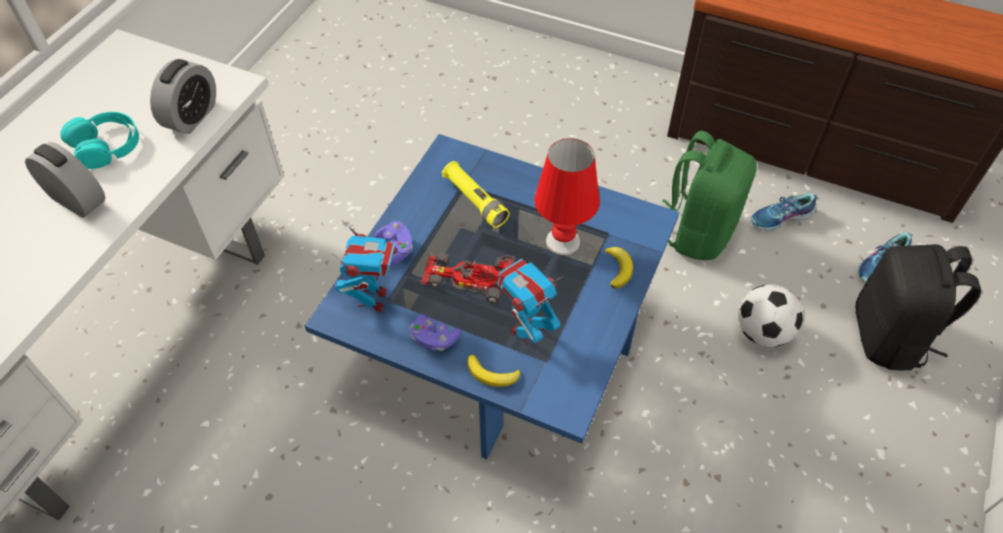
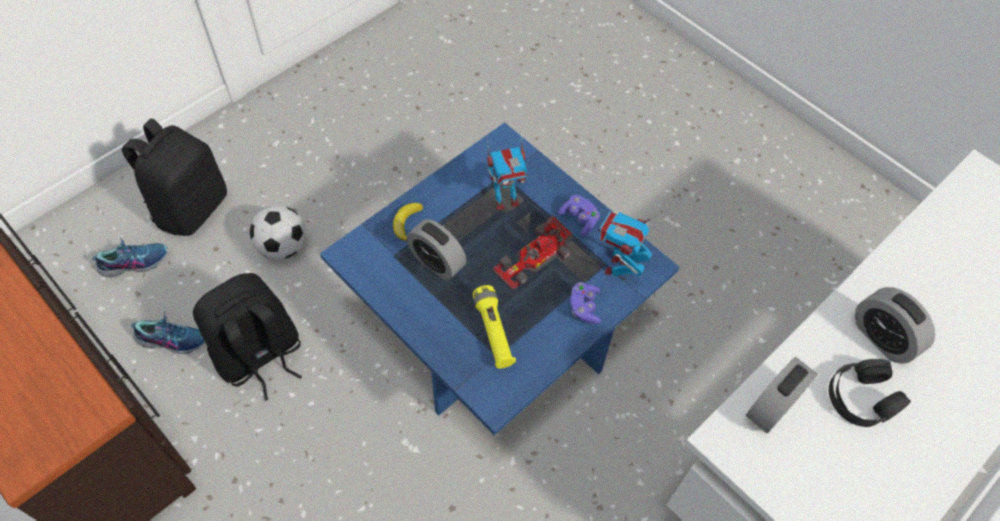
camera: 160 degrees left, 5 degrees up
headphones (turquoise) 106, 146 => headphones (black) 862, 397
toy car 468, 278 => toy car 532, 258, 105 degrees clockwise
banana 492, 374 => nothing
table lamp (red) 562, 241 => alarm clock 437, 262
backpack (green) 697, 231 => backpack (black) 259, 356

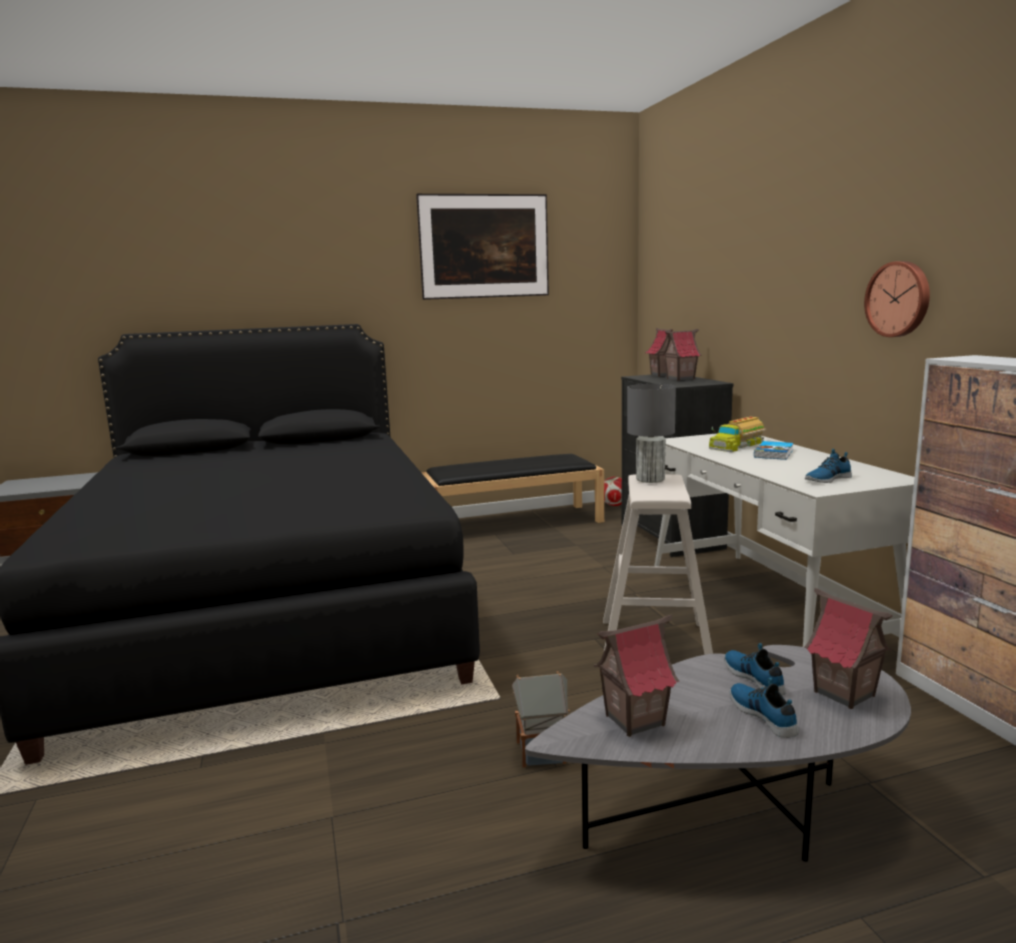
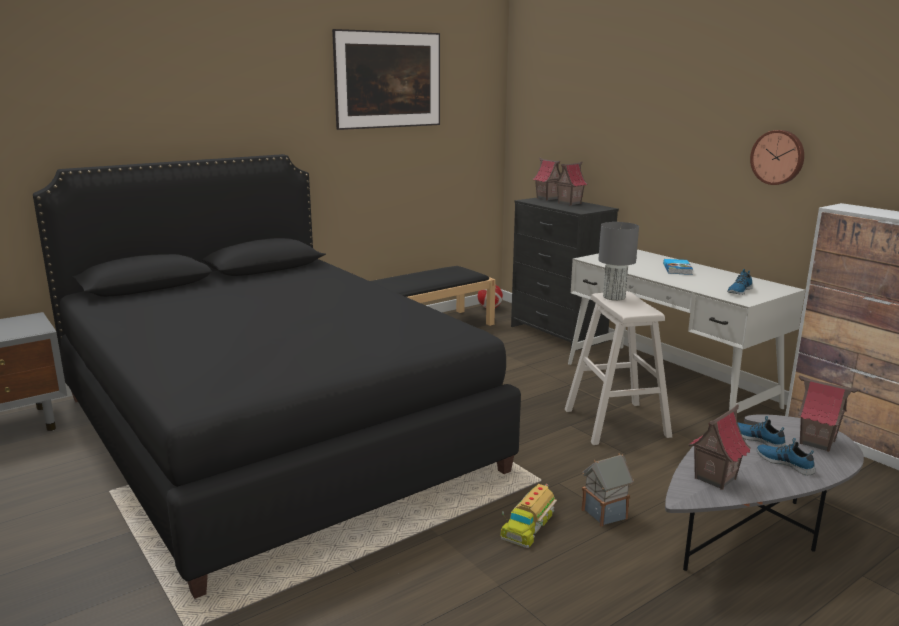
camera: 20 degrees left, 5 degrees up
toy truck 737, 445 => toy truck 528, 524, shifted

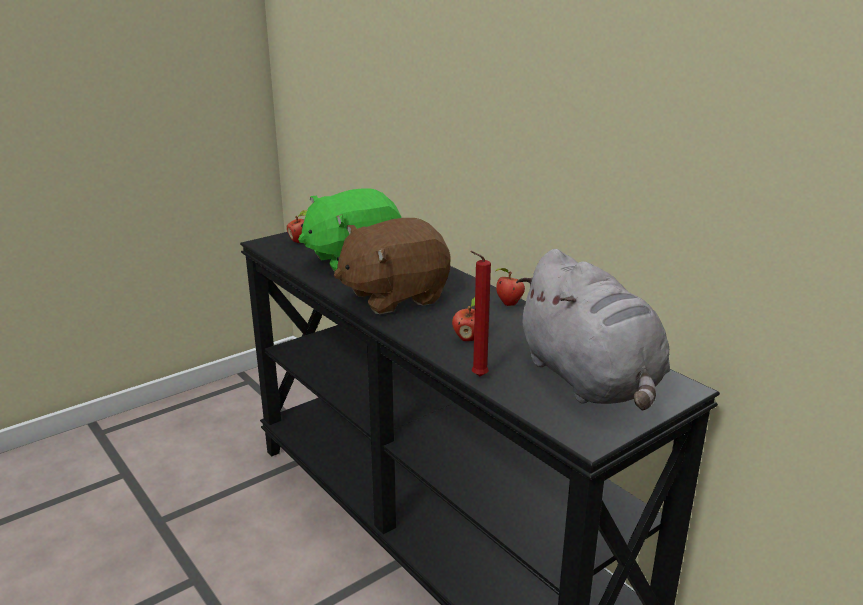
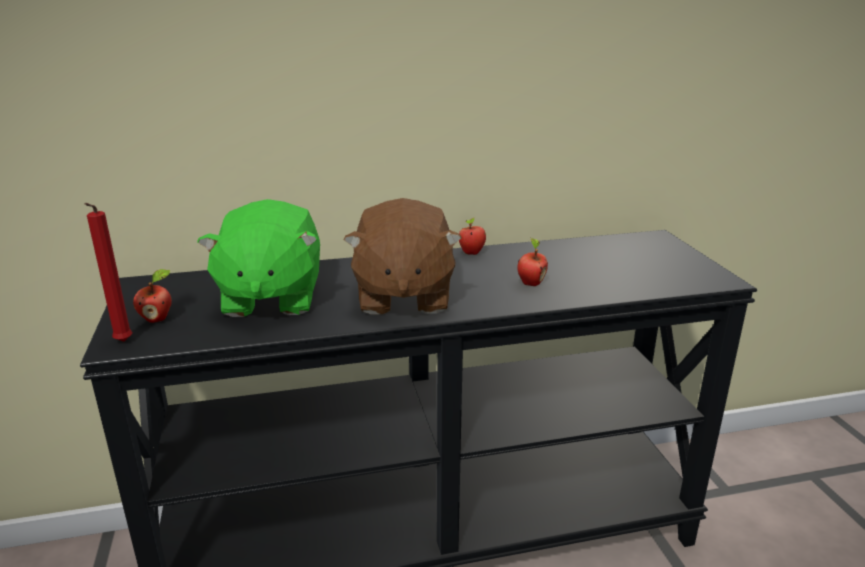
camera: 65 degrees left, 0 degrees up
candle (red) 477, 377 => candle (red) 122, 343, shifted
plush toy (grey) 590, 381 => nothing

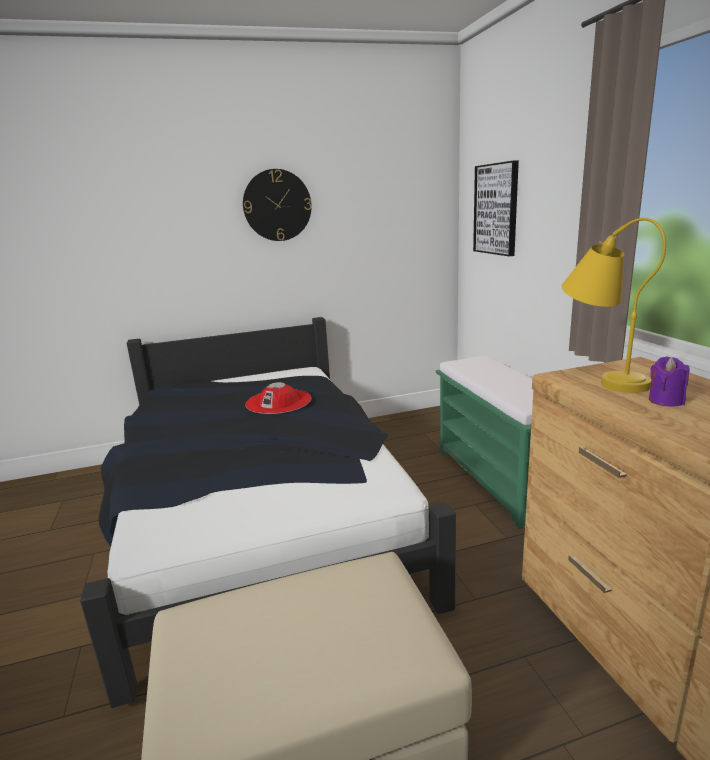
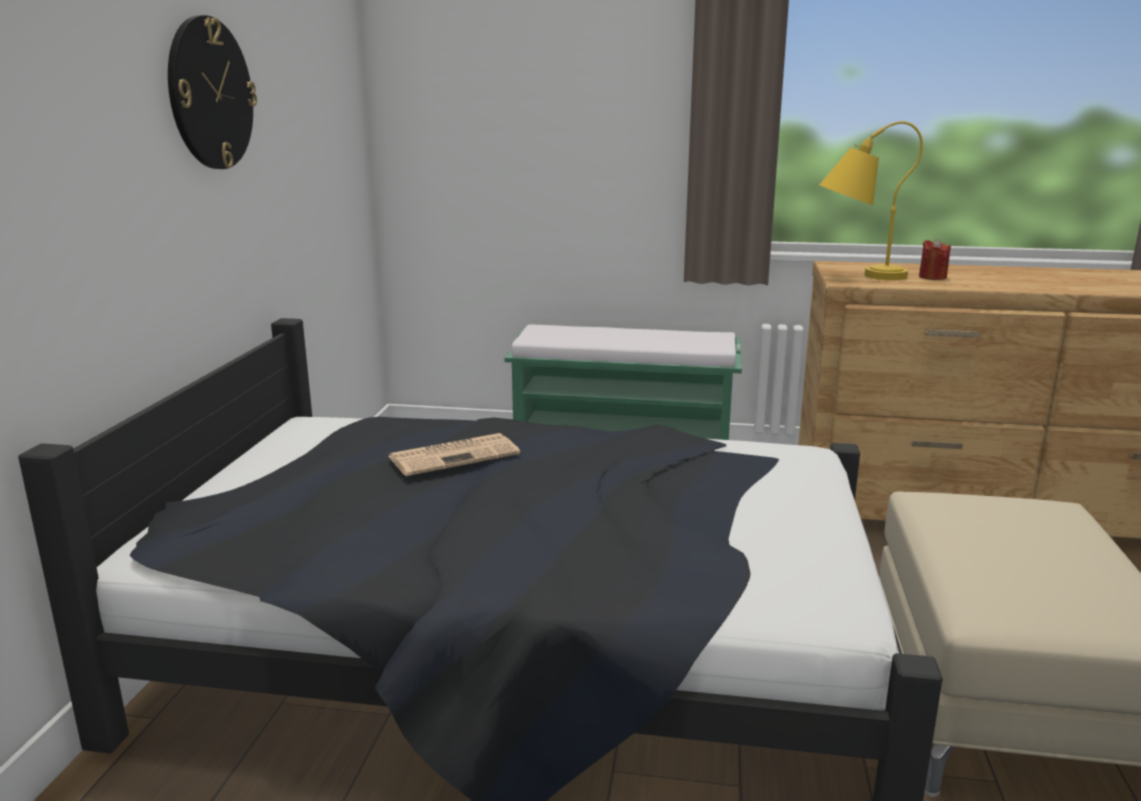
camera: 65 degrees left, 0 degrees up
hat (red) 278, 402 => newspaper 455, 455
picture 496, 209 => nothing
candle (purple) 665, 401 => candle (red) 932, 277

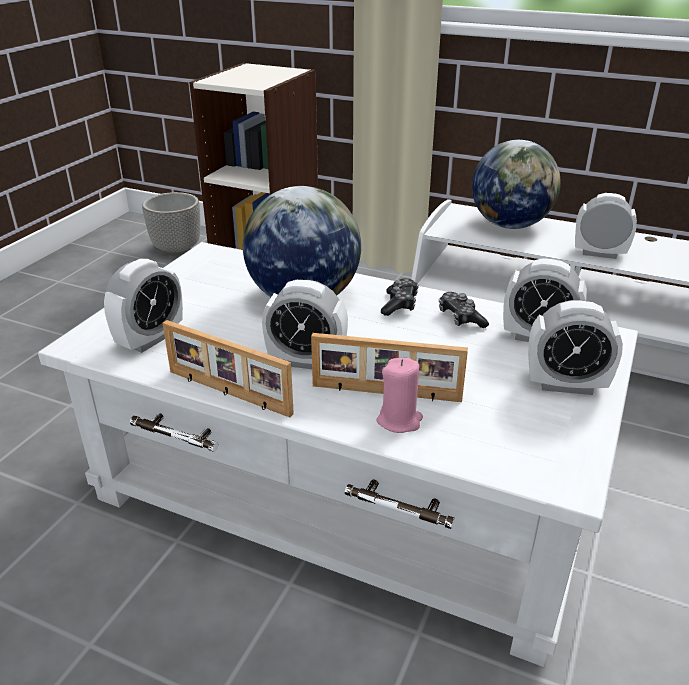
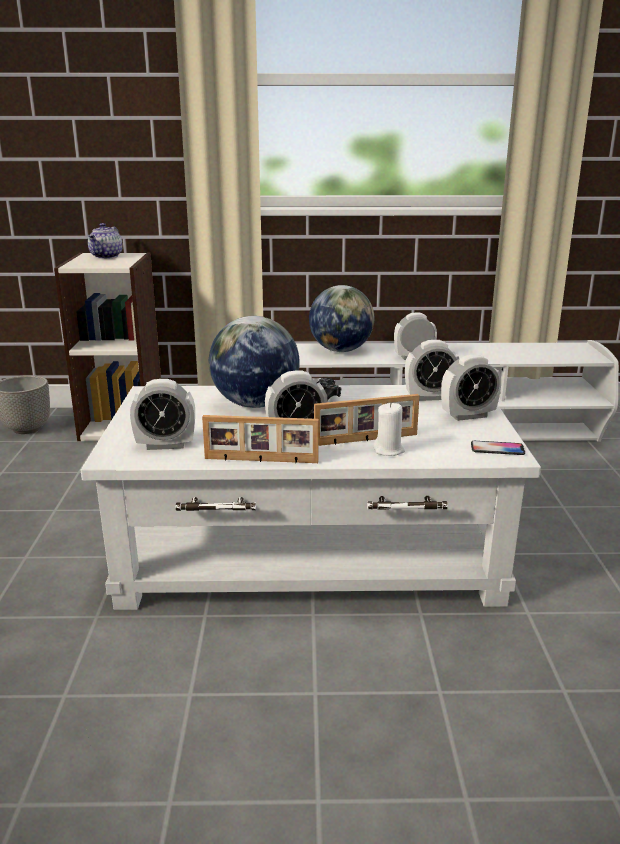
camera: 25 degrees left, 10 degrees down
alarm clock 150, 339 => alarm clock 165, 445, 75 degrees clockwise
candle (pink) 399, 420 => candle (white) 389, 450
game controller 460, 318 => nothing
nothing => teapot 106, 256
nothing => phone 497, 449

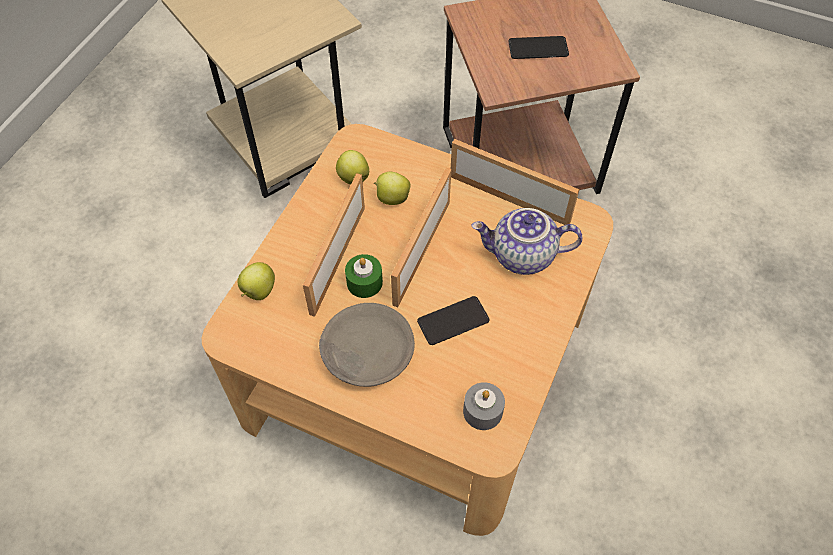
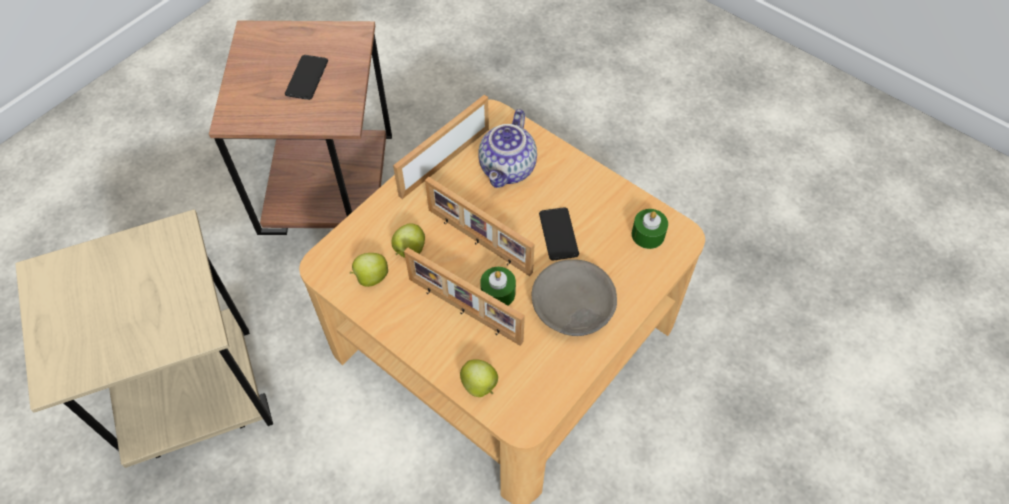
camera: 75 degrees left, 0 degrees up
candle (grey) 482, 411 => candle (green) 648, 234

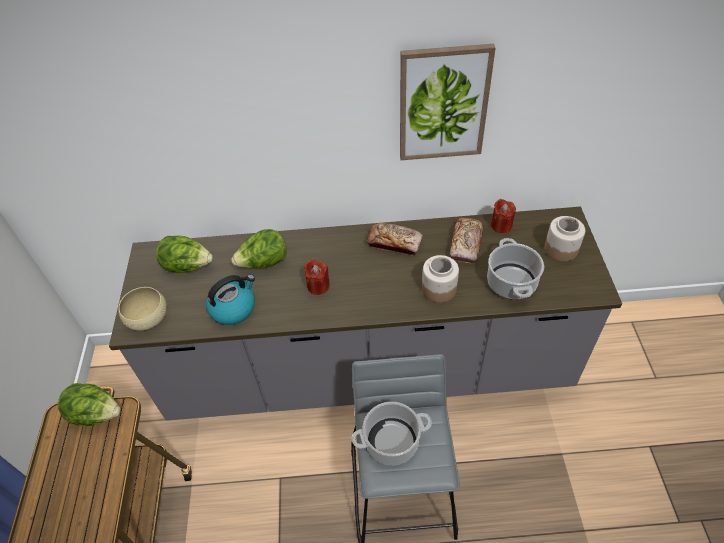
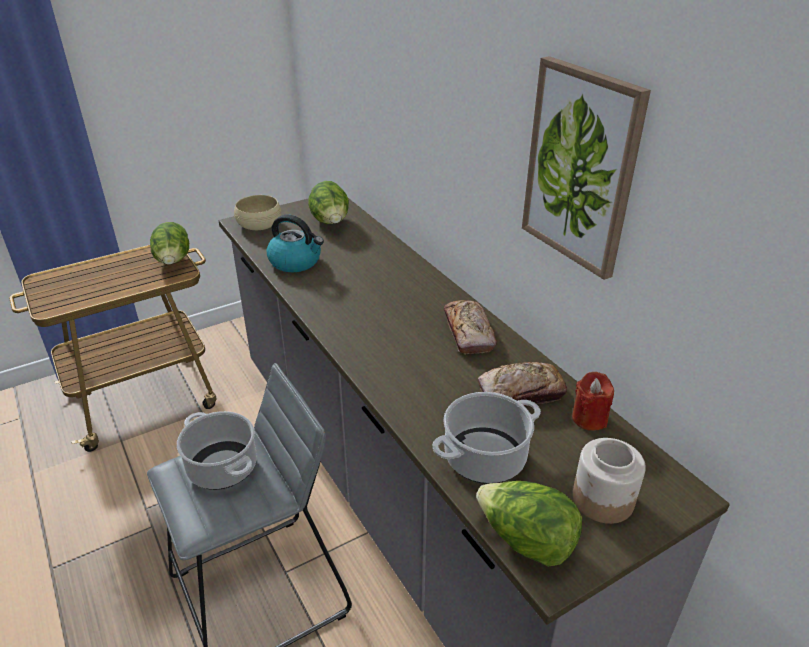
camera: 60 degrees right, 15 degrees down
lettuce 264, 263 => lettuce 526, 541, shifted
candle (red) 318, 286 => nothing
jar 438, 289 => nothing

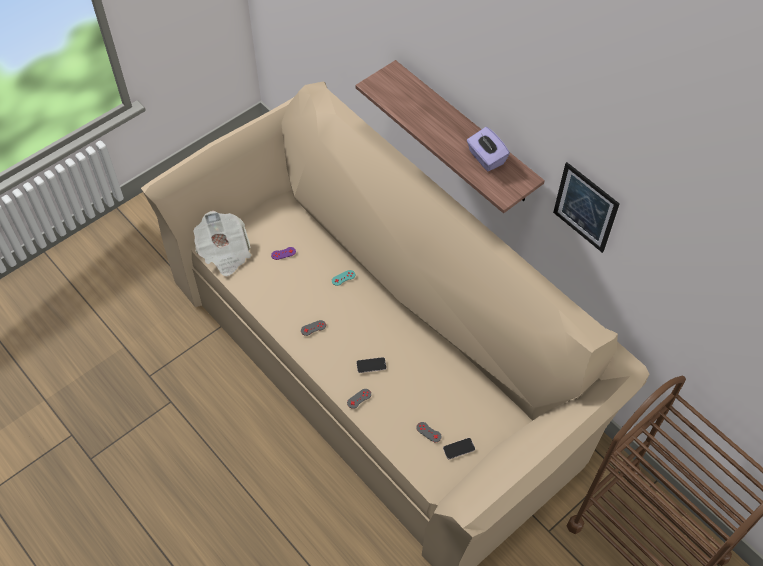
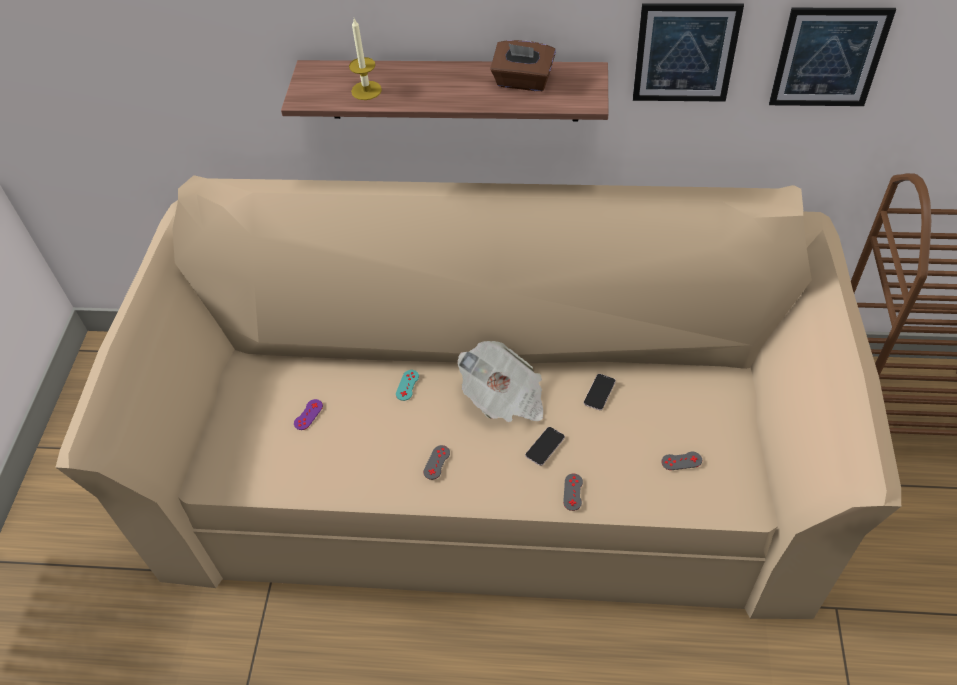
camera: 40 degrees left, 5 degrees down
newspaper 224, 252 => newspaper 504, 398, shifted
phone 459, 448 => phone 599, 392, shifted
tissue box (purple) 486, 158 => tissue box (brown) 523, 82
nothing => candle 366, 90
nothing => picture 829, 58

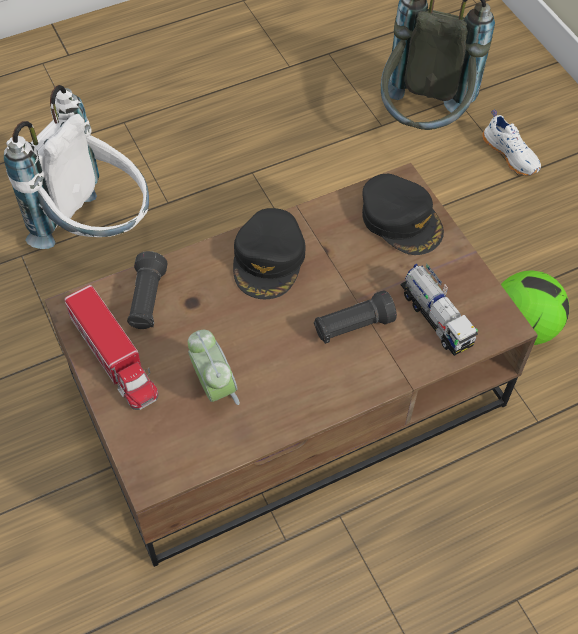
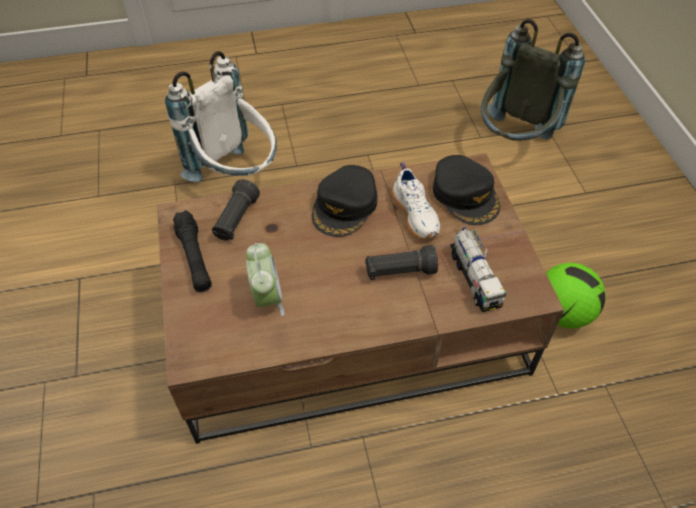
camera: 15 degrees right, 5 degrees down
toy truck 114, 356 => flashlight (black) 194, 257
shoe (white) 511, 154 => shoe (white) 416, 213, shifted

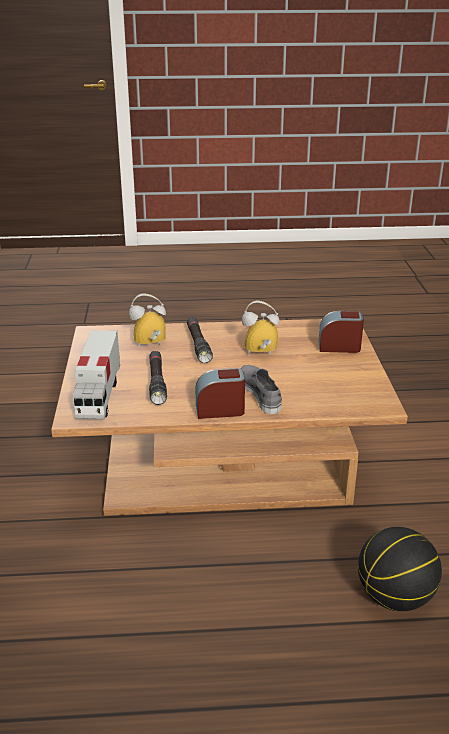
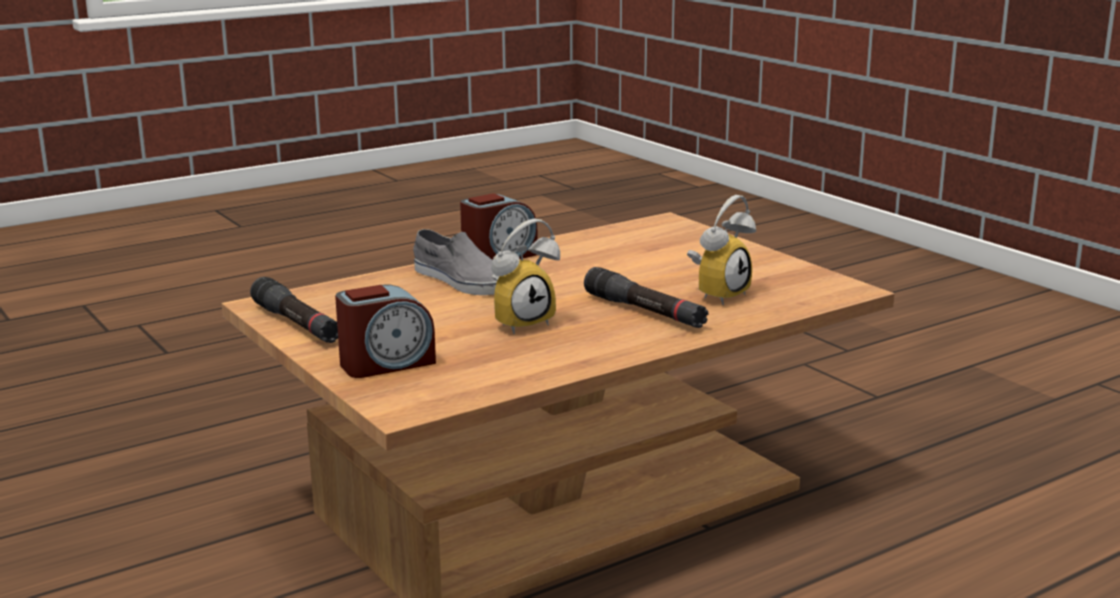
camera: 150 degrees right, 10 degrees down
toy truck 99, 394 => nothing
flashlight (black) 157, 382 => flashlight (black) 297, 324, shifted
basketball 394, 597 => nothing

